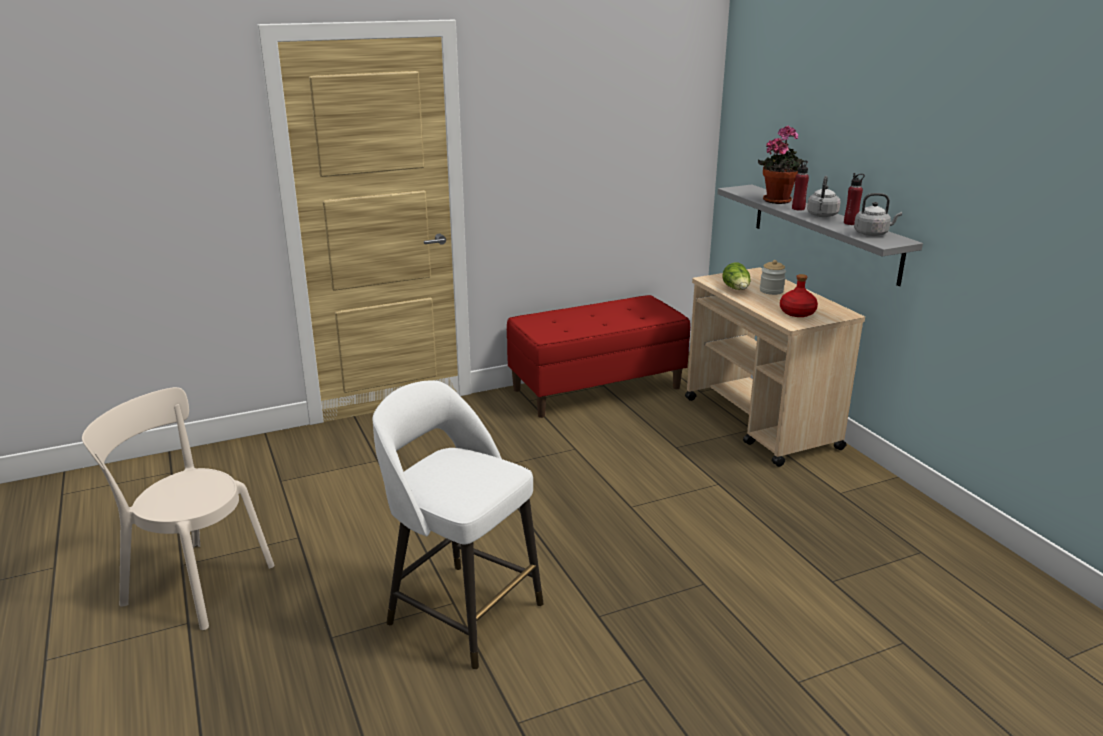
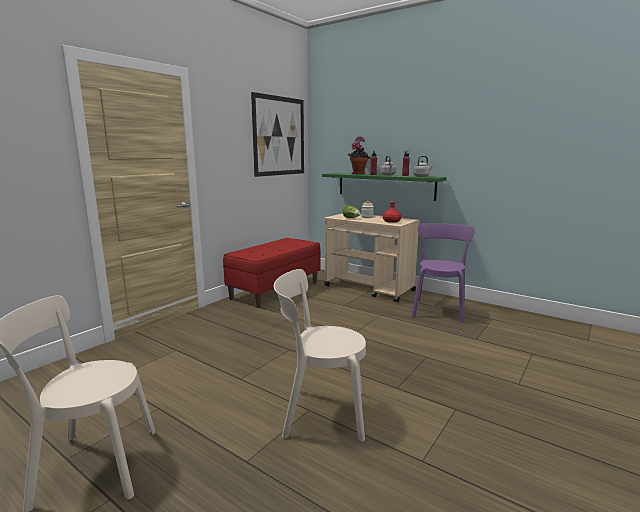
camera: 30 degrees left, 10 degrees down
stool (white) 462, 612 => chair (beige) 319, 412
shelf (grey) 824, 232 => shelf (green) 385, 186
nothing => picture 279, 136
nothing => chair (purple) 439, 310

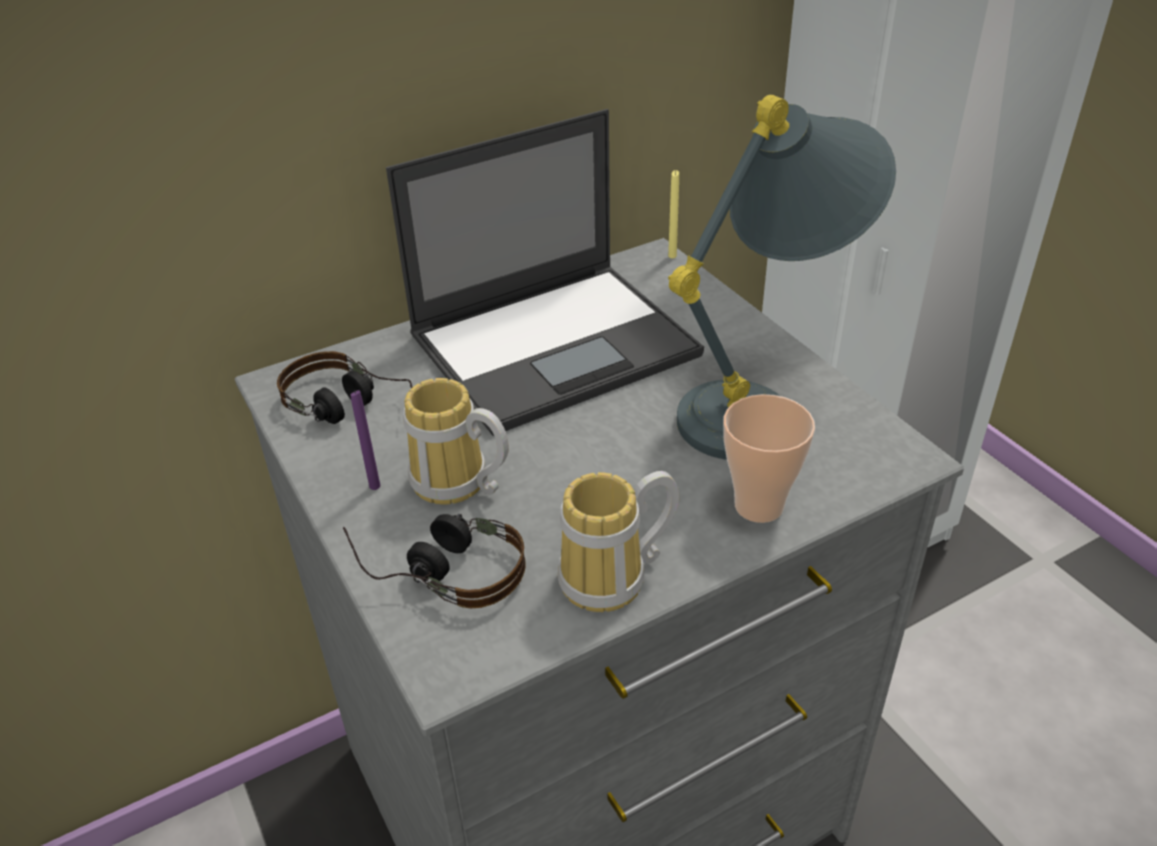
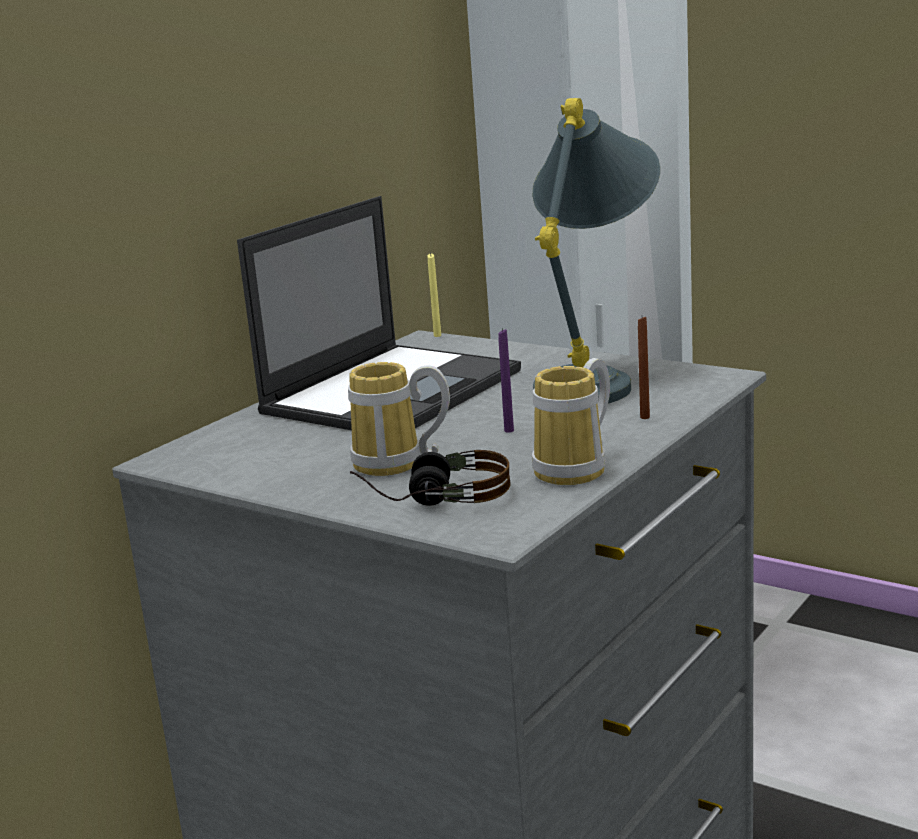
camera: 25 degrees left, 20 degrees down
headphones 349, 407 => nothing
candle (purple) 374, 486 => candle (purple) 509, 430, shifted
cup 759, 506 => candle (brown) 645, 417

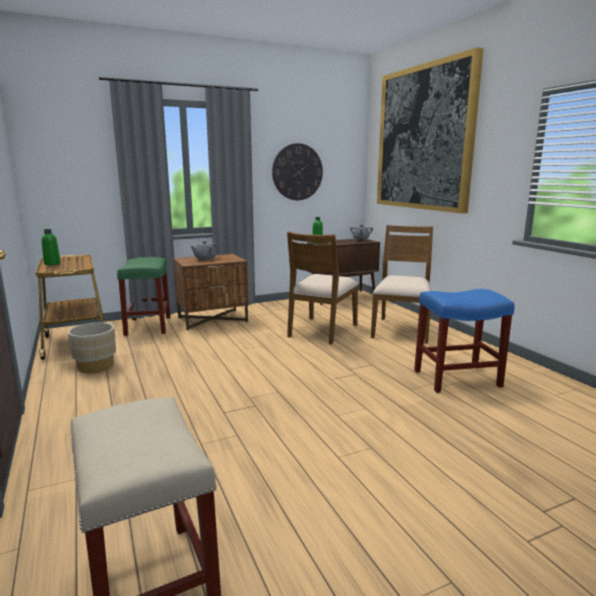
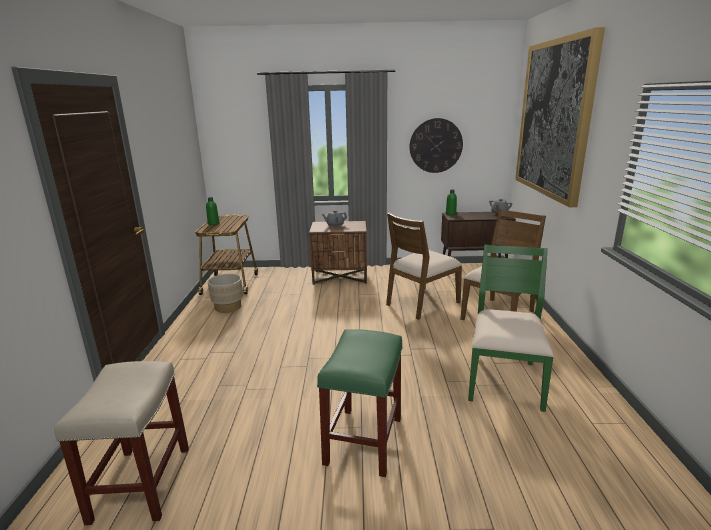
camera: 25 degrees right, 5 degrees up
stool (green) 148, 325 => stool (green) 363, 439, shifted
stool (blue) 458, 378 => chair (green) 504, 380

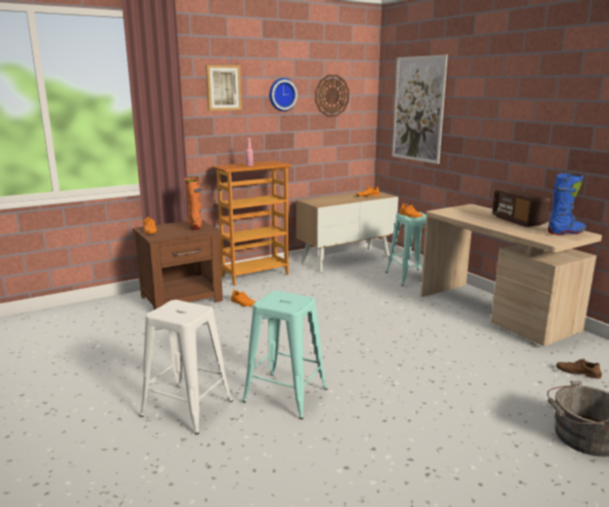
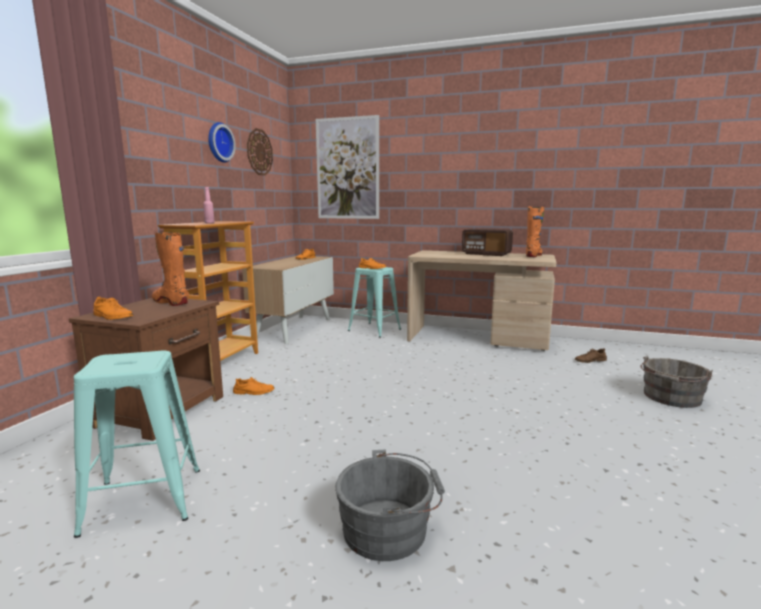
camera: 40 degrees left, 5 degrees down
stool (white) 187, 408 => bucket (grey) 390, 529
picture 223, 88 => nothing
stool (turquoise) 285, 395 => stool (turquoise) 143, 500, shifted
boot (blue) 566, 233 => boot (orange) 534, 256

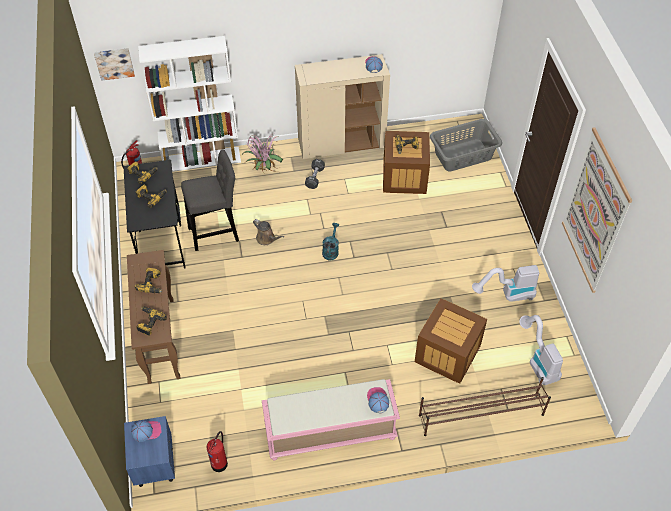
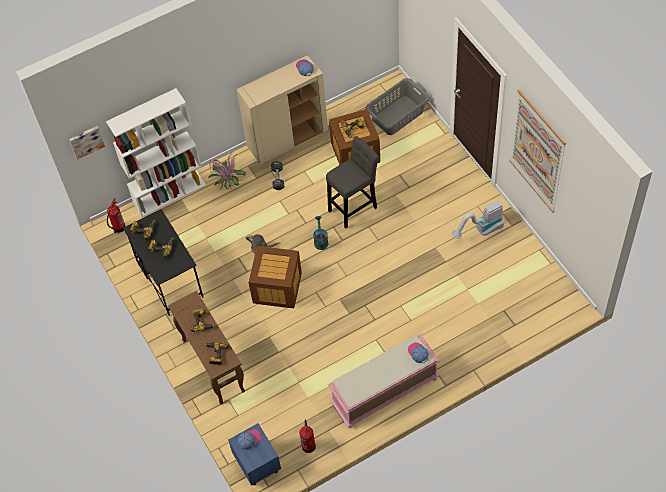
camera: 15 degrees left, 5 degrees up
stool (grey) 216, 233 => stool (grey) 354, 207, shifted
crate 447, 354 => crate 277, 288, shifted
shoe rack (brown) 480, 414 => nothing
vacuum cleaner 538, 361 => nothing

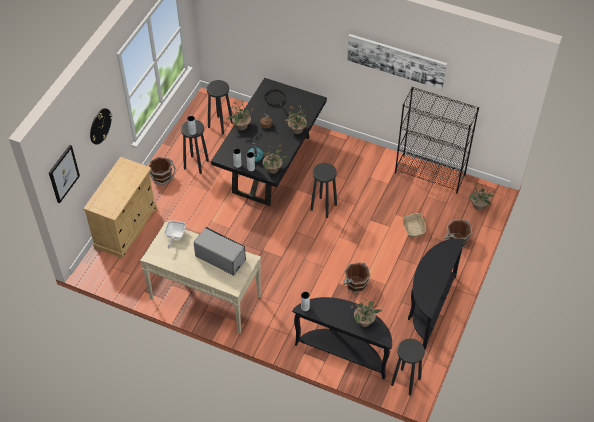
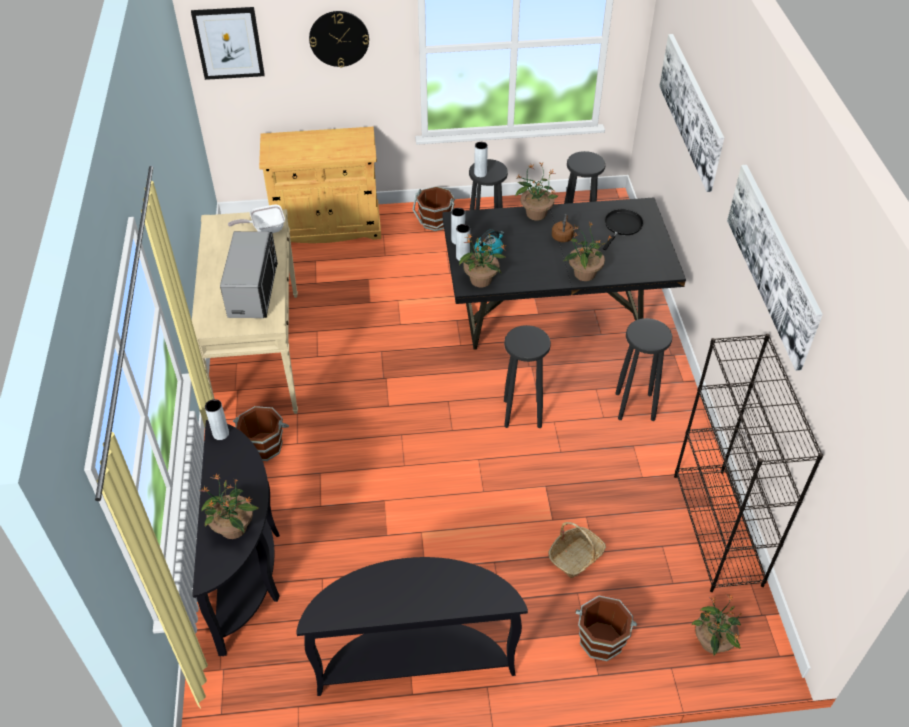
camera: 60 degrees right, 5 degrees down
bucket (brown) 356, 284 => bucket (brown) 263, 445, shifted
stool (black) 405, 382 => stool (black) 634, 406, shifted
nothing => picture 691, 109

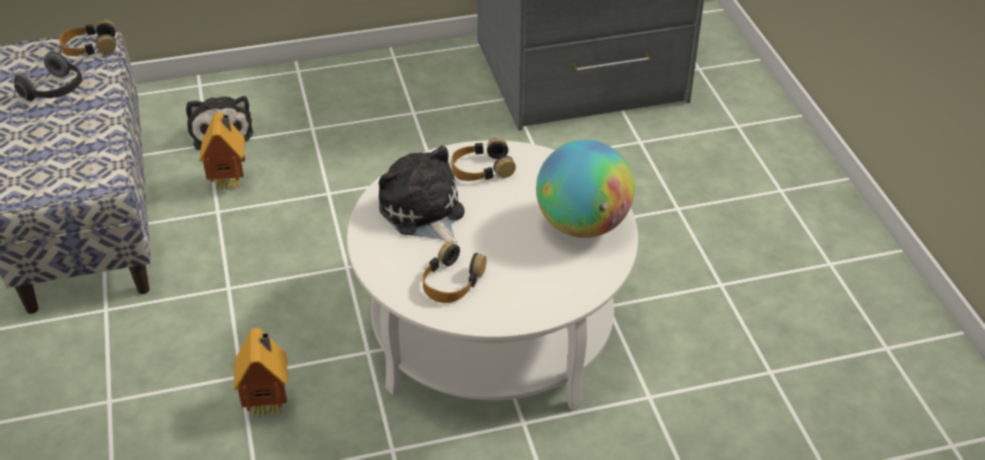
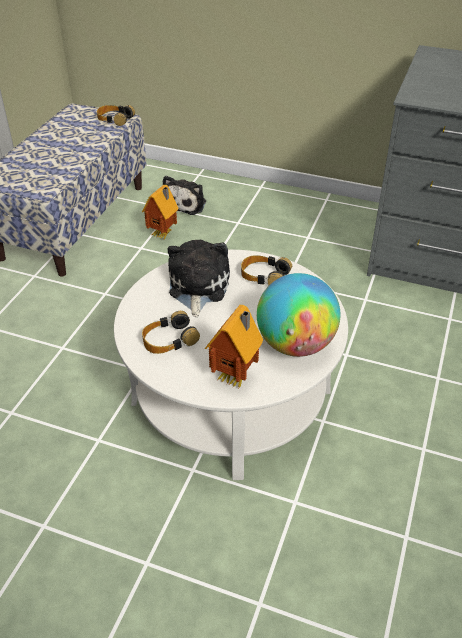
camera: 35 degrees right, 0 degrees up
headphones 55, 91 => nothing
toy house 269, 405 => toy house 236, 377, shifted

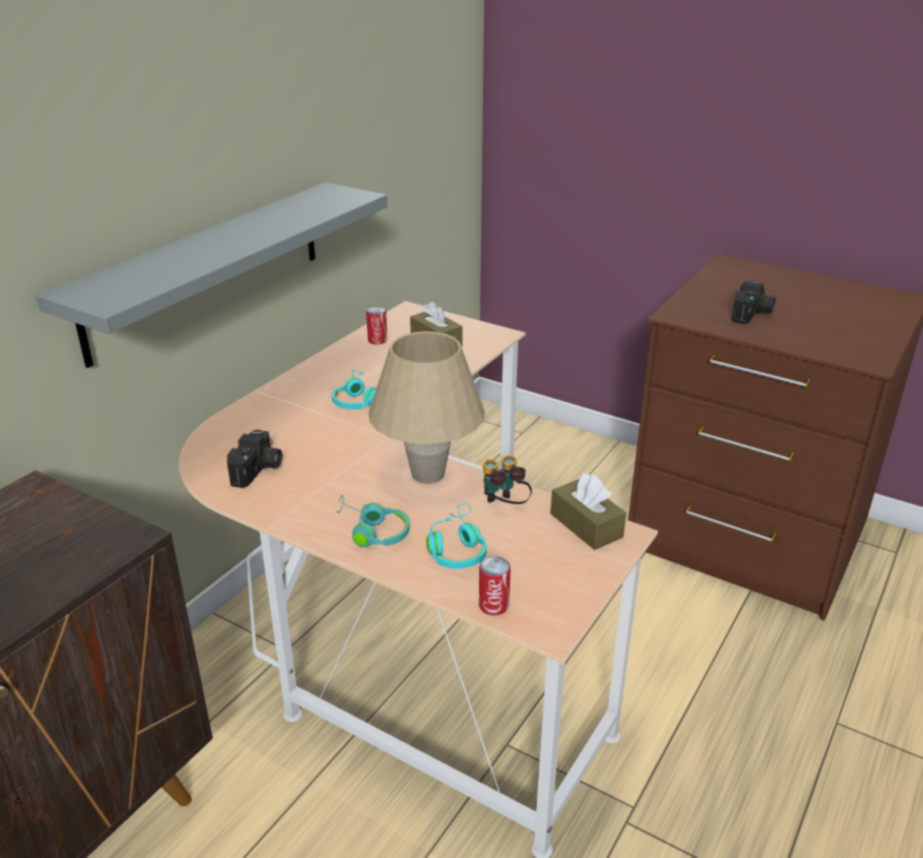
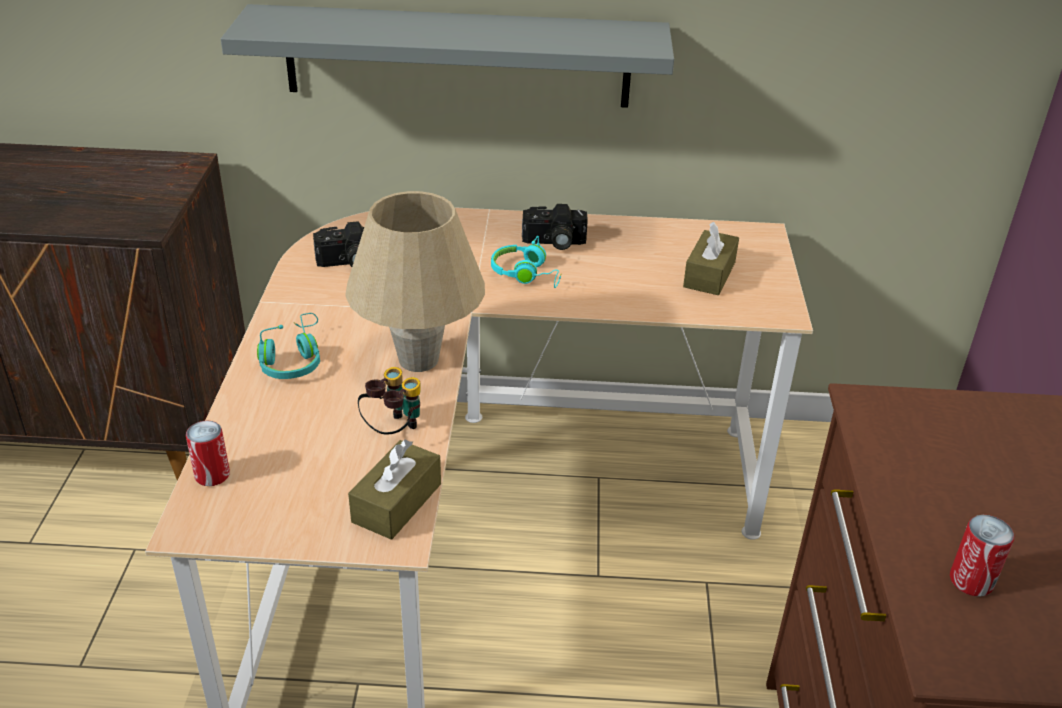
camera: 60 degrees right, 5 degrees up
can 377, 340 => can 971, 581, shifted
headphones (turquoise) 457, 548 => nothing
photo camera 752, 314 => photo camera 553, 242, shifted

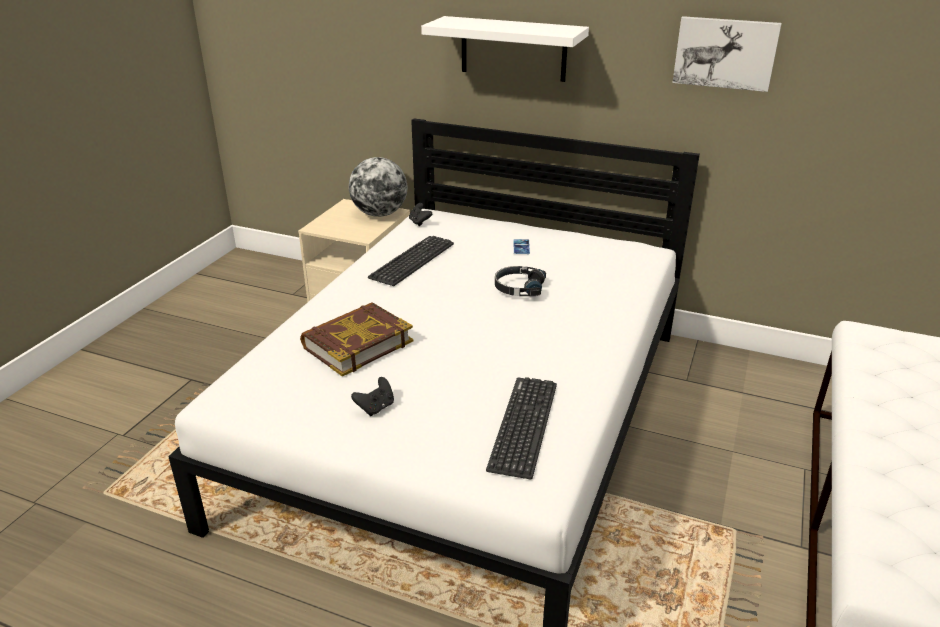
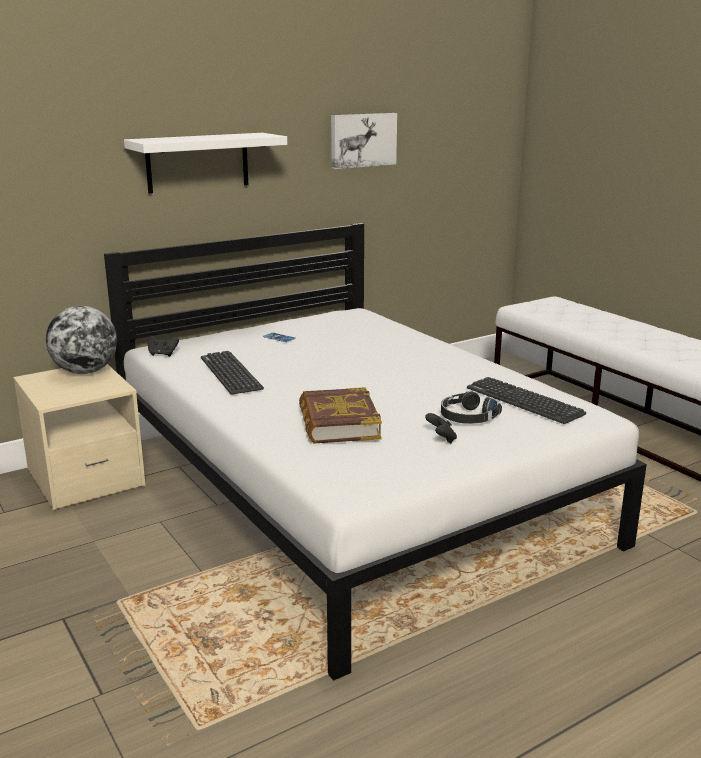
camera: 55 degrees left, 10 degrees down
headphones (black) 518, 288 => headphones (black) 467, 417, shifted

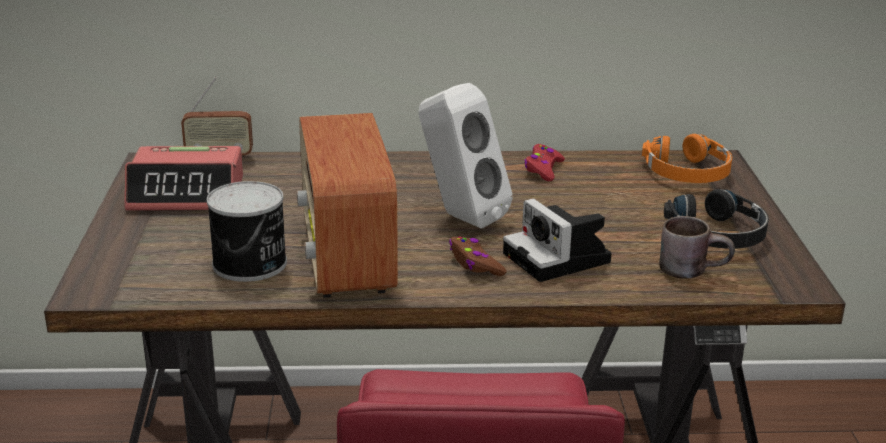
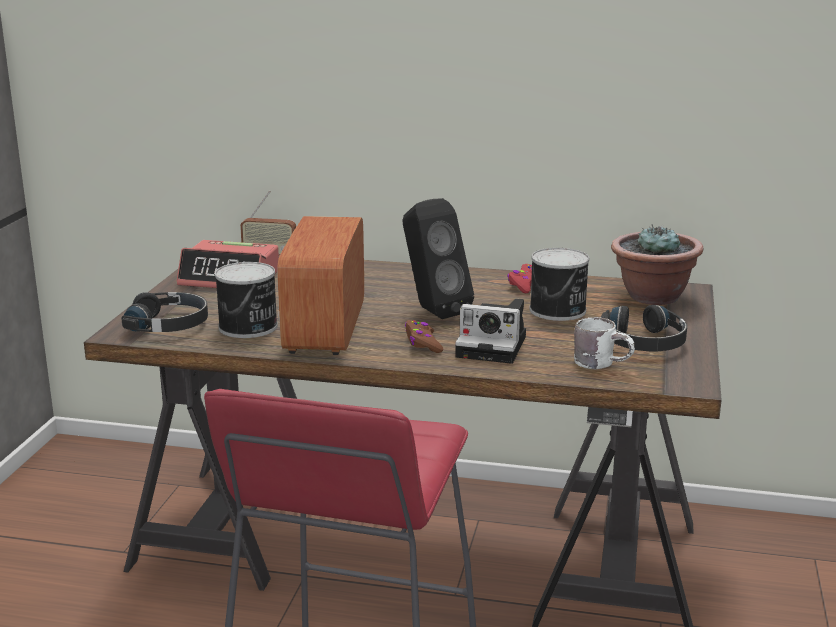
camera: 15 degrees right, 5 degrees down
speaker (white) 459, 217 => speaker (black) 432, 311
photo camera 560, 259 => photo camera 495, 346, 60 degrees counterclockwise
headphones (orange) 688, 172 => potted plant 652, 297
mug (brown) 692, 269 => mug (white) 602, 363
nothing => headphones (black) 169, 324
nothing => can 559, 310

